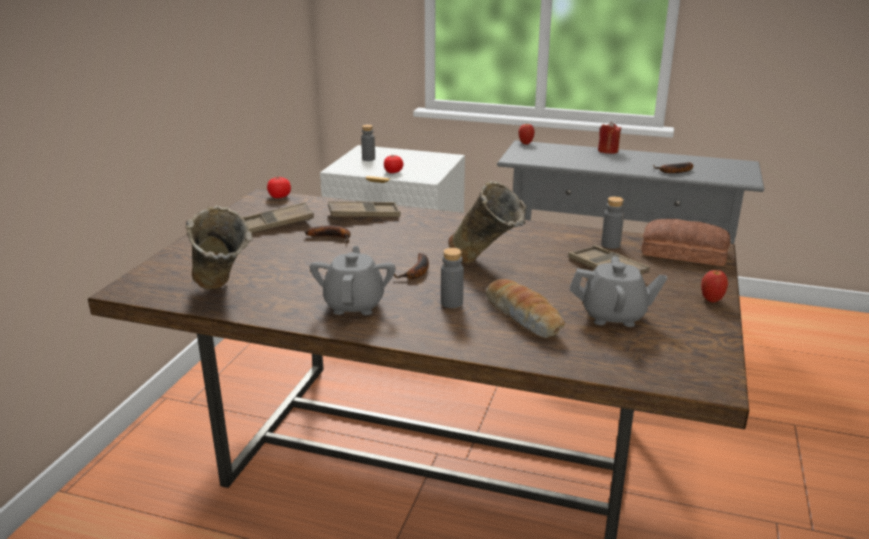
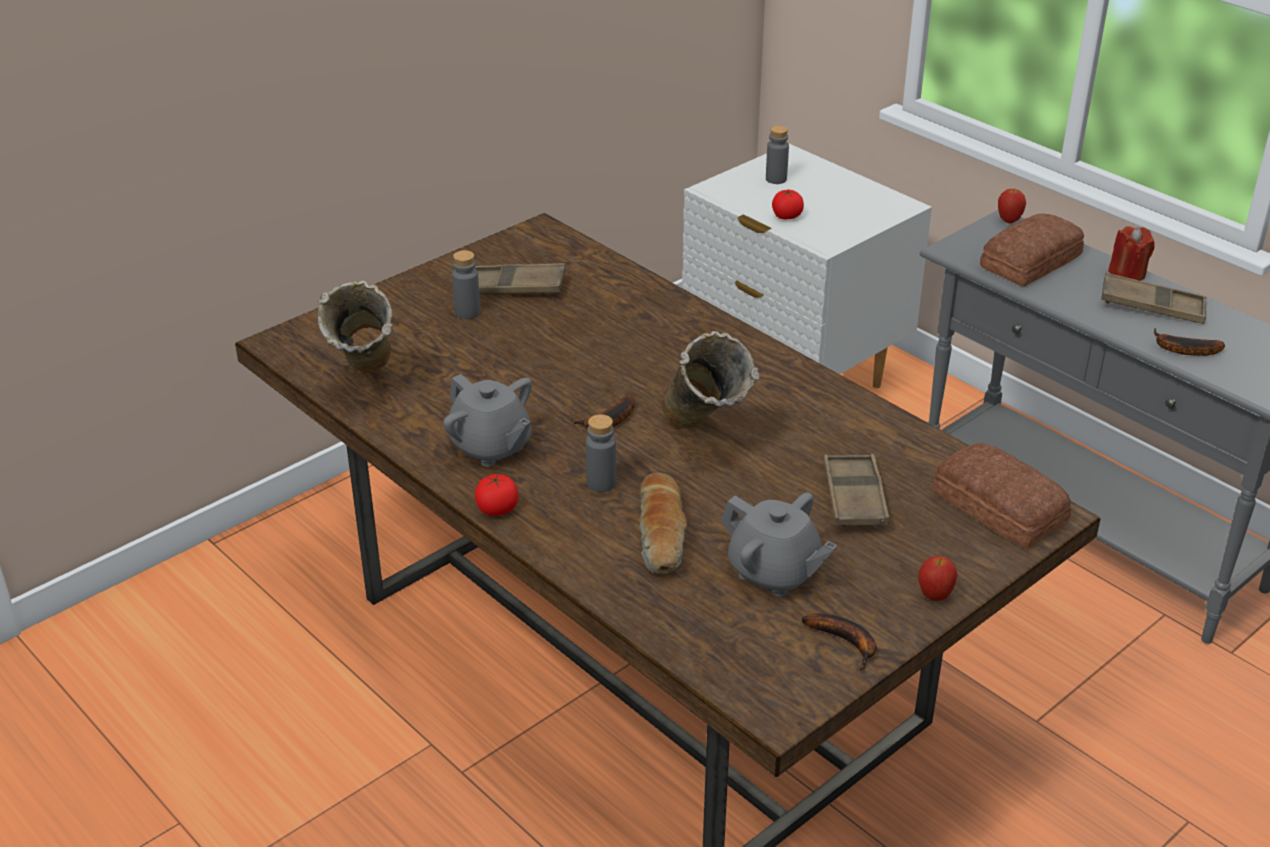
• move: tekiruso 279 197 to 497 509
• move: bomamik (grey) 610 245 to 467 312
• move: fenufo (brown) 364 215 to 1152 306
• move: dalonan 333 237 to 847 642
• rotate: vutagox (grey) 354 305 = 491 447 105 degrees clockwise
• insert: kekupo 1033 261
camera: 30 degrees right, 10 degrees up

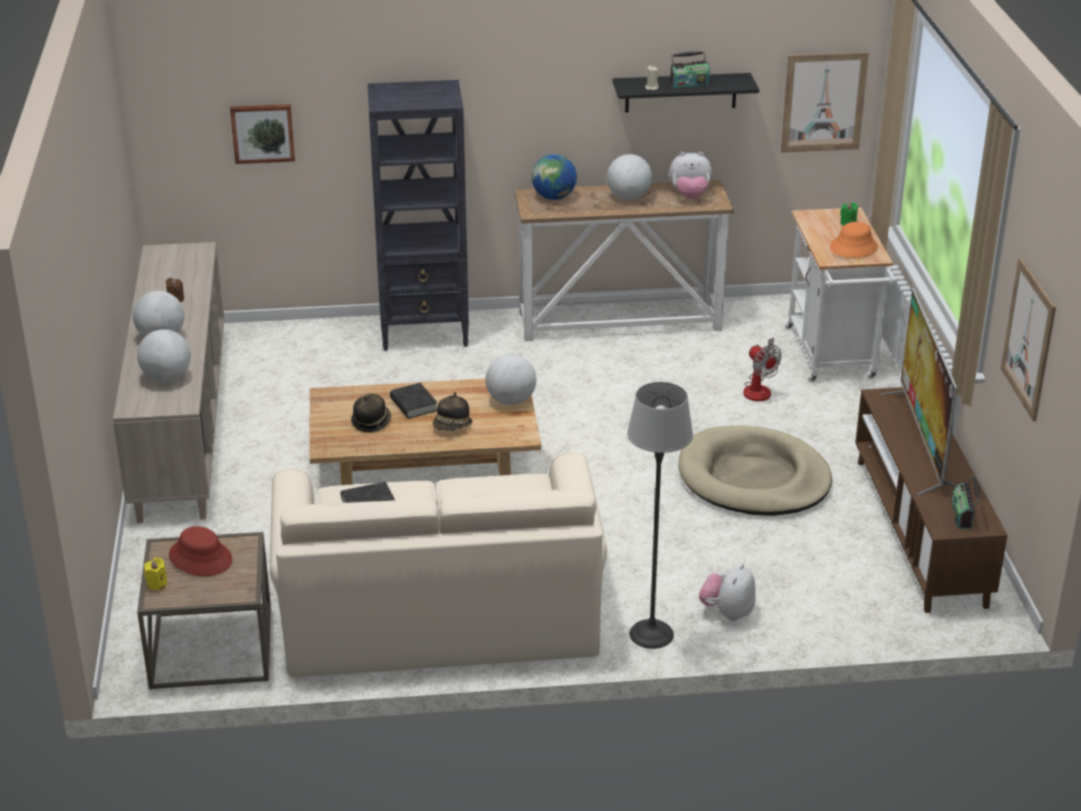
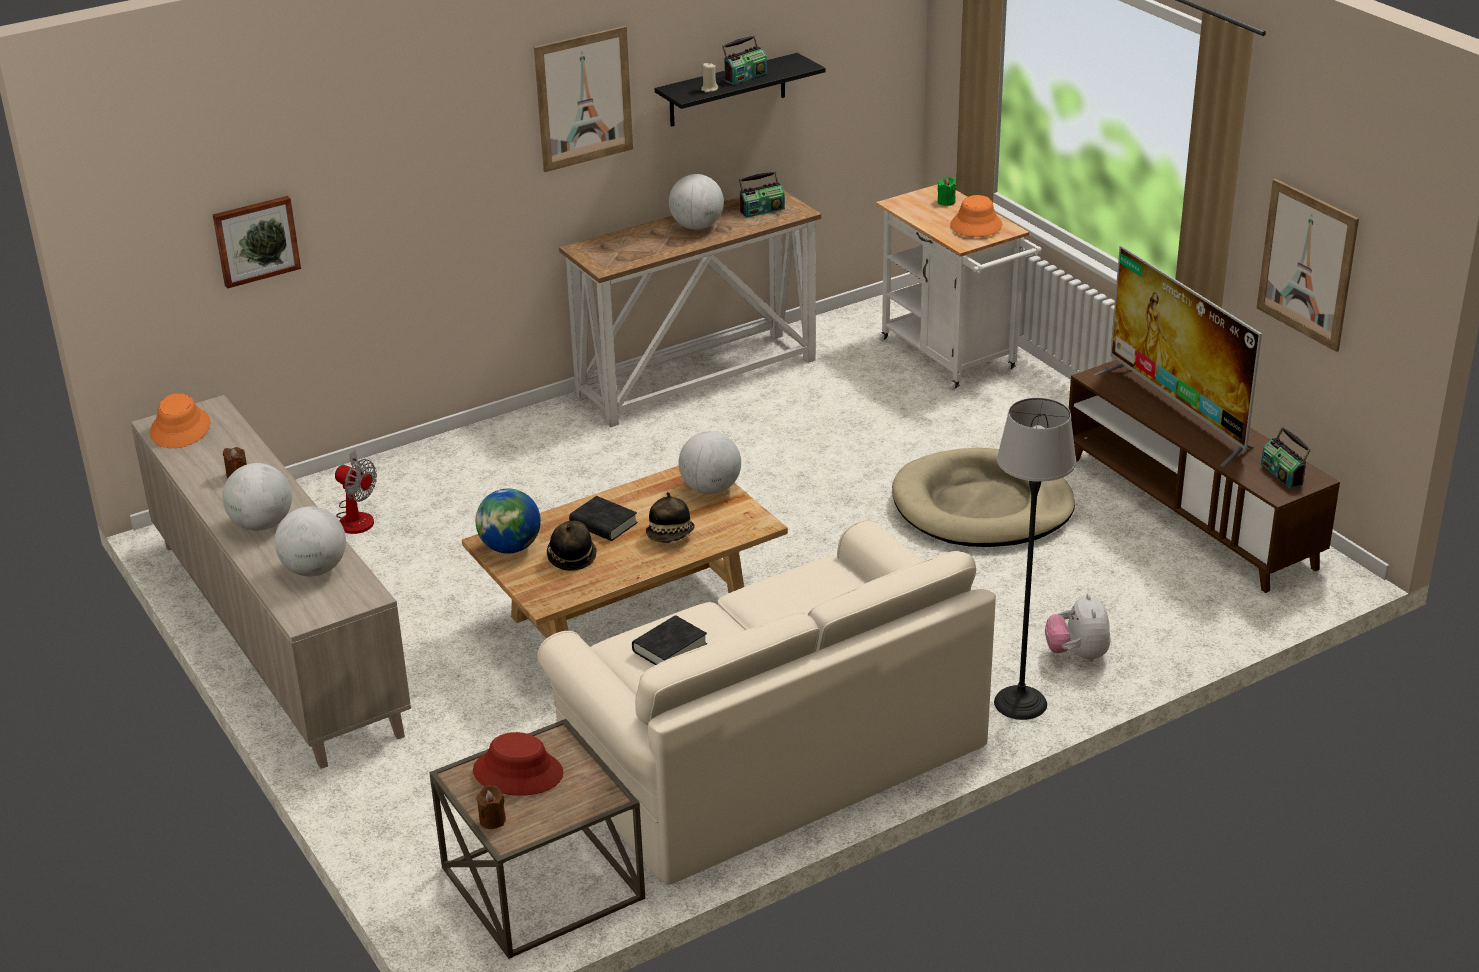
• move: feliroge 823 102 to 584 98
• delete: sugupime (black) 425 332
• replace: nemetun 690 196 to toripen 761 210
• move: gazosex 554 197 to 510 548
• move: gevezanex 759 388 to 357 516
• recolor: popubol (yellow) 157 584 to popubol (brown) 492 820
• insert: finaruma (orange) 181 429
camera: 25 degrees left, 0 degrees up

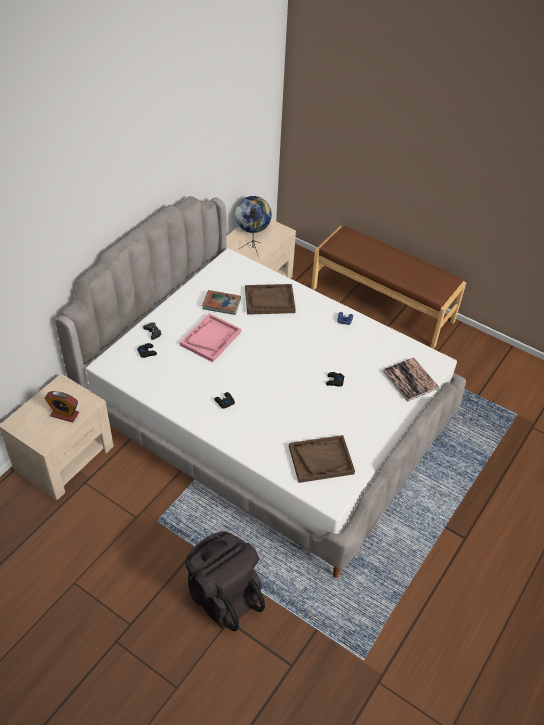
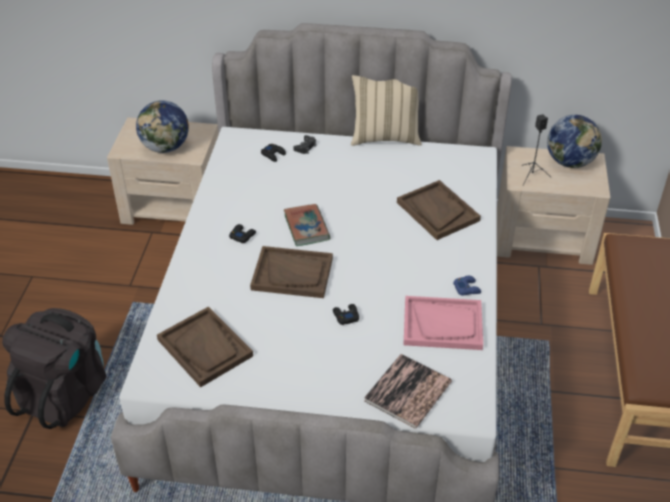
• move: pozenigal 221 304 to 306 228
• move: fenufo (pink) 210 338 to 443 324
• replace: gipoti 64 414 to gazosex 166 147
• insert: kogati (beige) 385 137
• insert: fenufo (brown) 292 274
camera: 65 degrees right, 5 degrees down

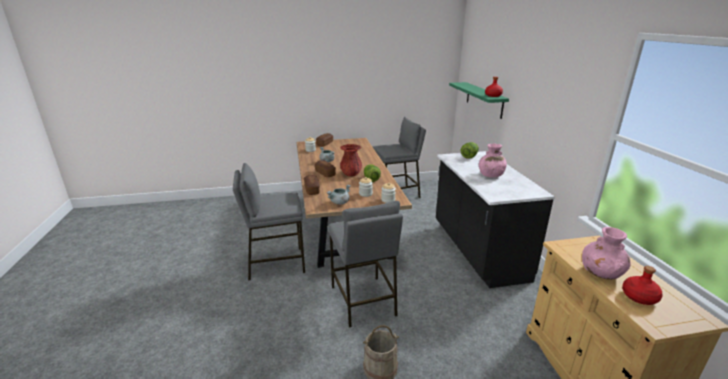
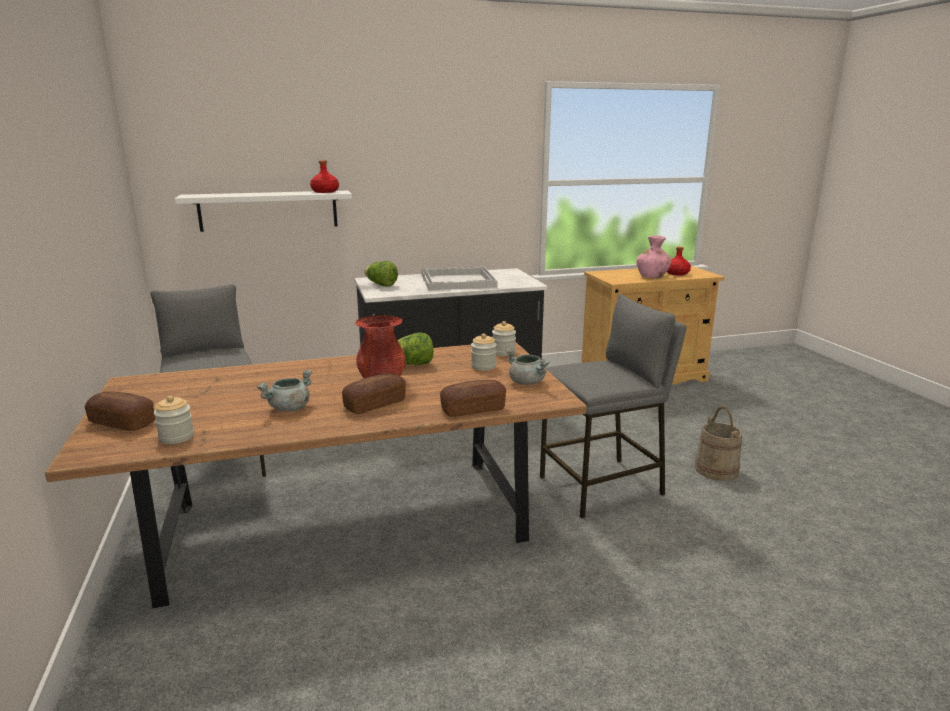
• recolor: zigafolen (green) 484 99 to zigafolen (white) 268 210
• replace: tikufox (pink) 490 175 to fenufo (white) 458 281
• delete: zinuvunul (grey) 275 263
camera: 95 degrees left, 5 degrees down

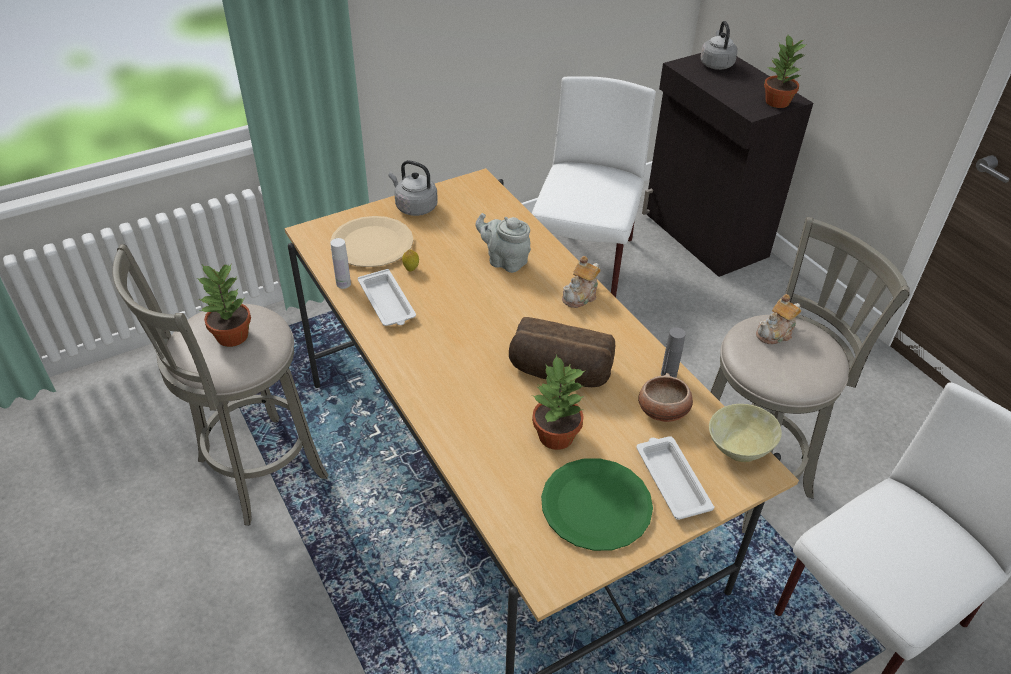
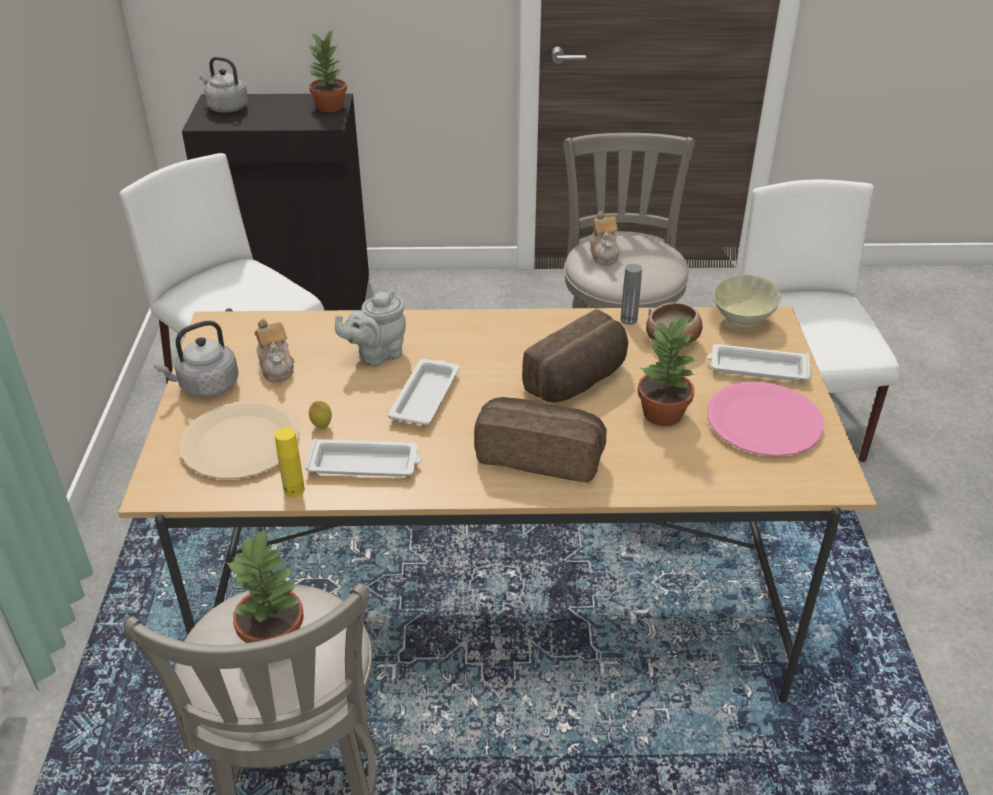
• recolor: bomamik (white) 343 284 to bomamik (yellow) 294 490
• move: vutagox 581 296 to 277 366
• recolor: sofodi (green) 596 505 to sofodi (pink) 763 421
• insert: fenufo (white) 426 396
• insert: kekupo 540 455
camera: 60 degrees left, 5 degrees down

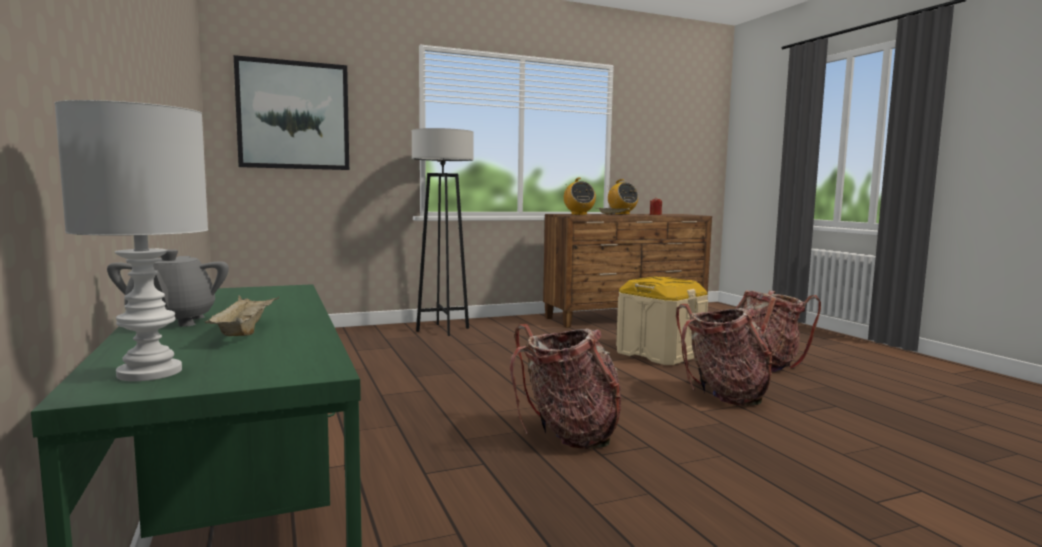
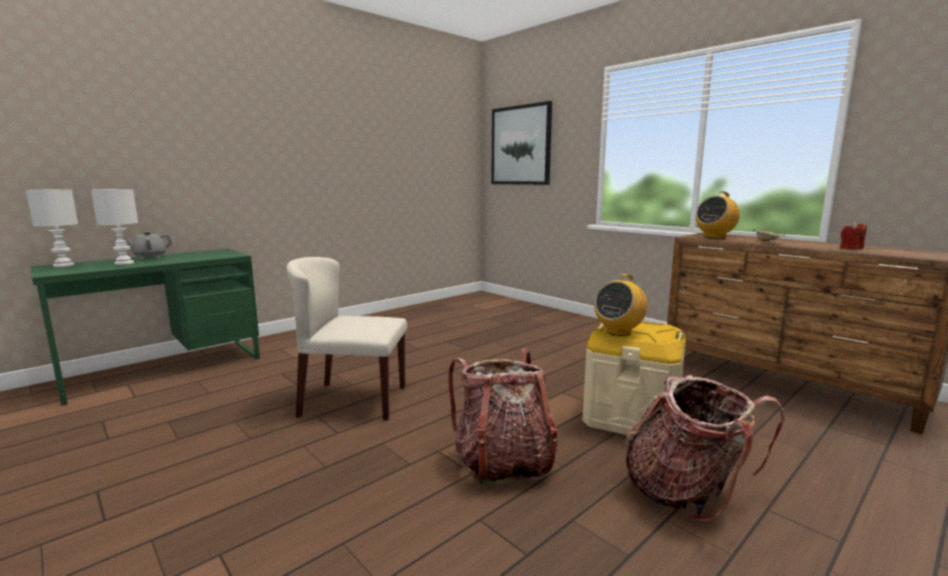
• delete: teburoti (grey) 442 329
• move: toripen 622 214 to 618 331
• replace: fenufo (beige) 244 331 to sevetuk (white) 124 263
• replace: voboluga 568 434 to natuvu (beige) 353 401
camera: 70 degrees right, 5 degrees up

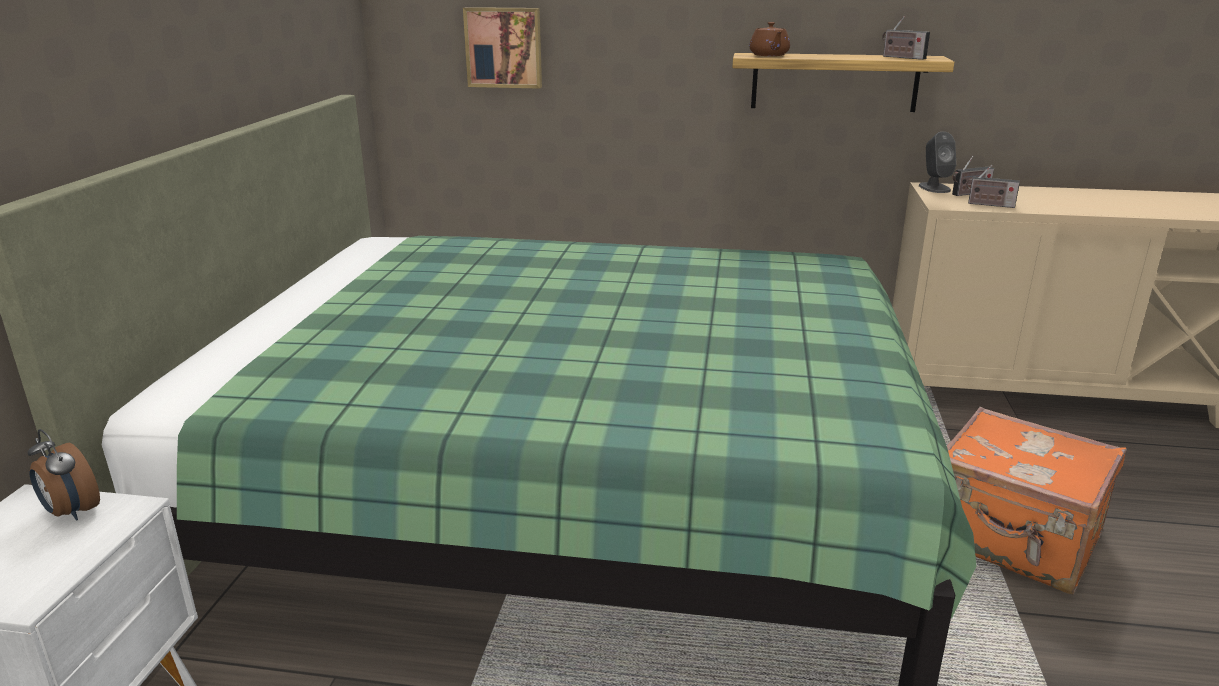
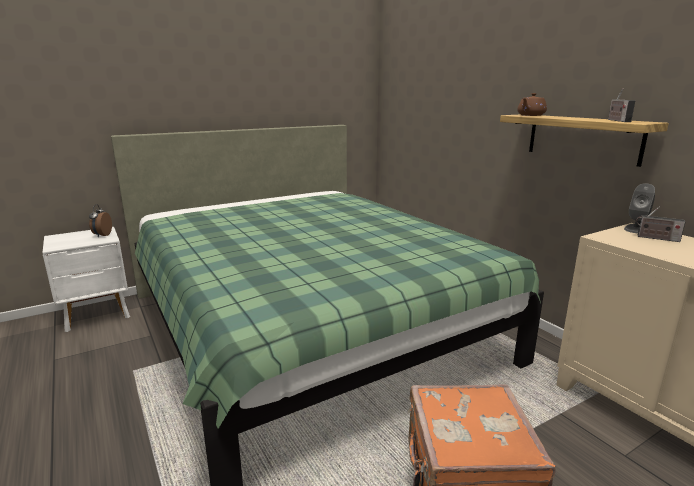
• delete: feliroge 504 47
• delete: toripen 988 204
camera: 50 degrees right, 5 degrees down

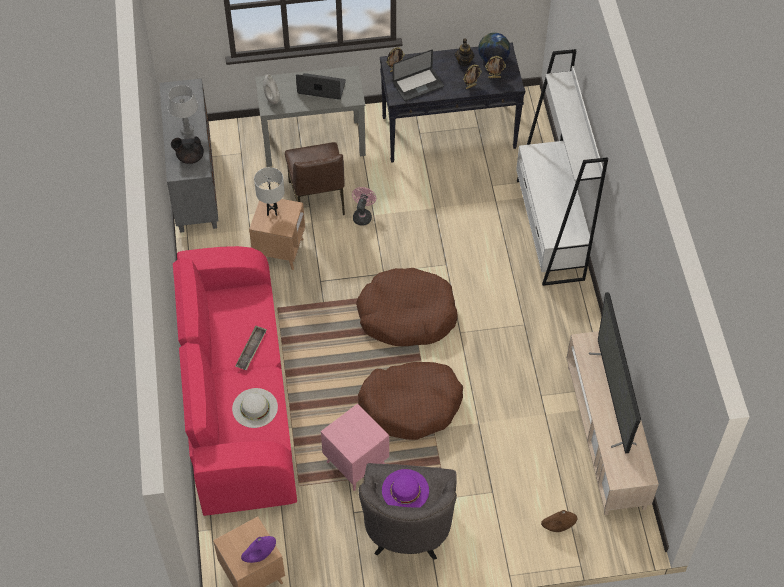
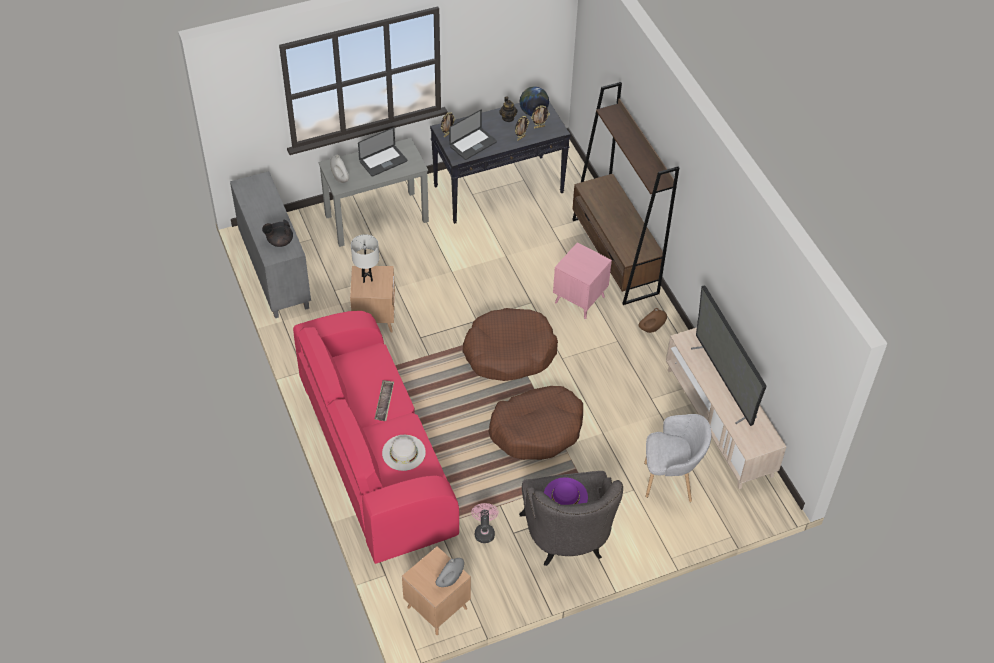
• recolor: sugupime (white) 549 229 to sugupime (brown) 615 256
• rotate: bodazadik 321 87 = 383 161 150 degrees clockwise
• delete: sevetuk (grey) 187 130
• delete: natuvu (brown) 317 198
• move: gevezanex (pink) 363 215 to 484 531
• move: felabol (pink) 356 464 to 579 300
• move: tikufox (brown) 557 527 to 651 329
• recolor: tikufox (purple) 259 556 to tikufox (grey) 450 580
• insert: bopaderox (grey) 670 480
camera: 15 degrees left, 5 degrees down

